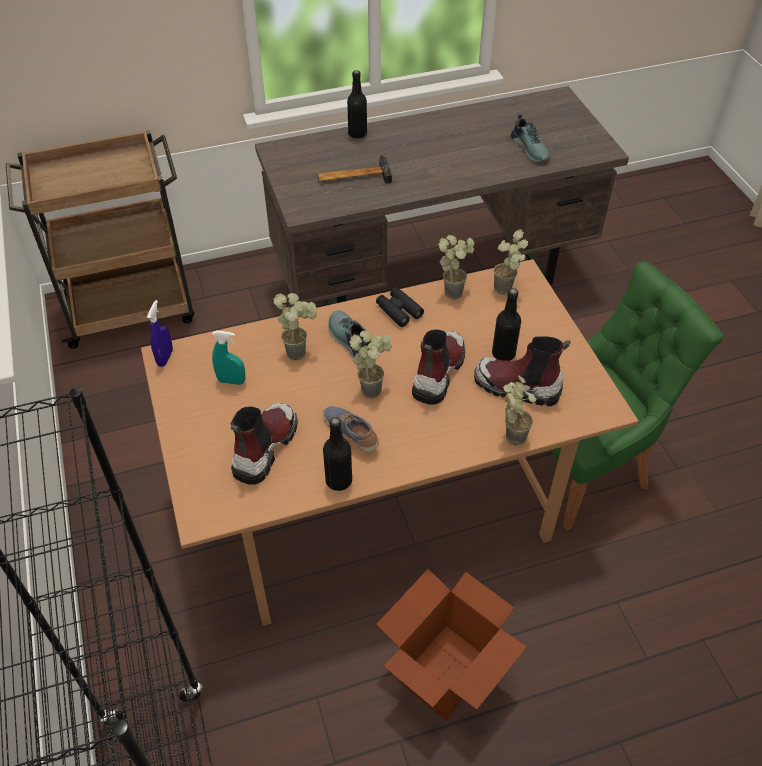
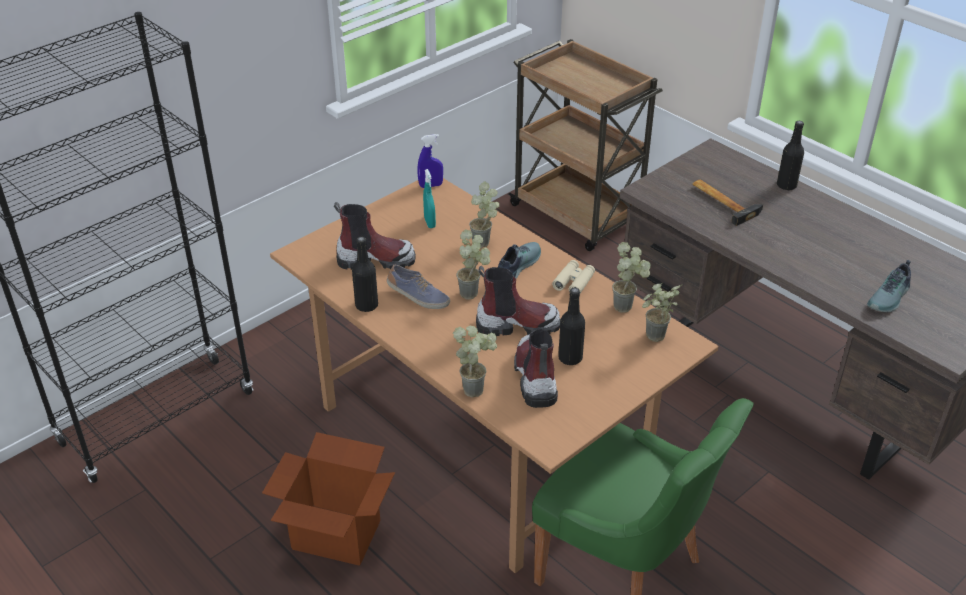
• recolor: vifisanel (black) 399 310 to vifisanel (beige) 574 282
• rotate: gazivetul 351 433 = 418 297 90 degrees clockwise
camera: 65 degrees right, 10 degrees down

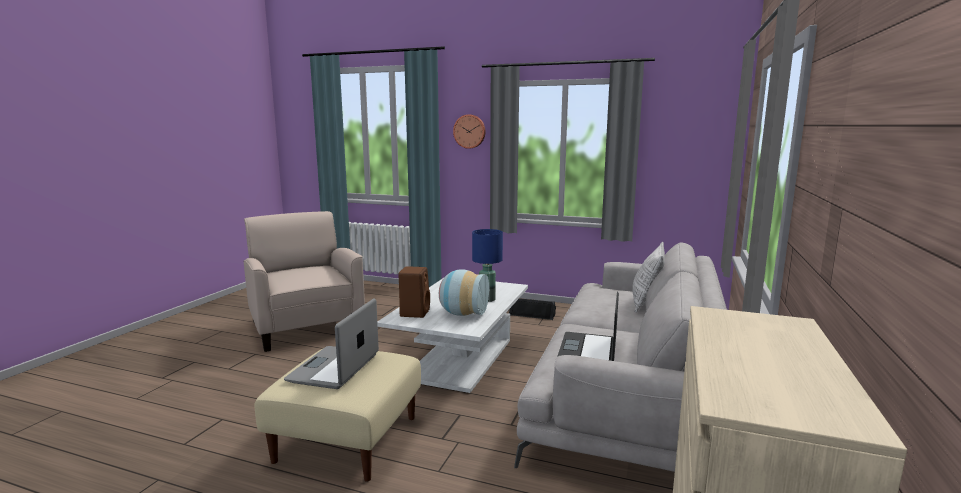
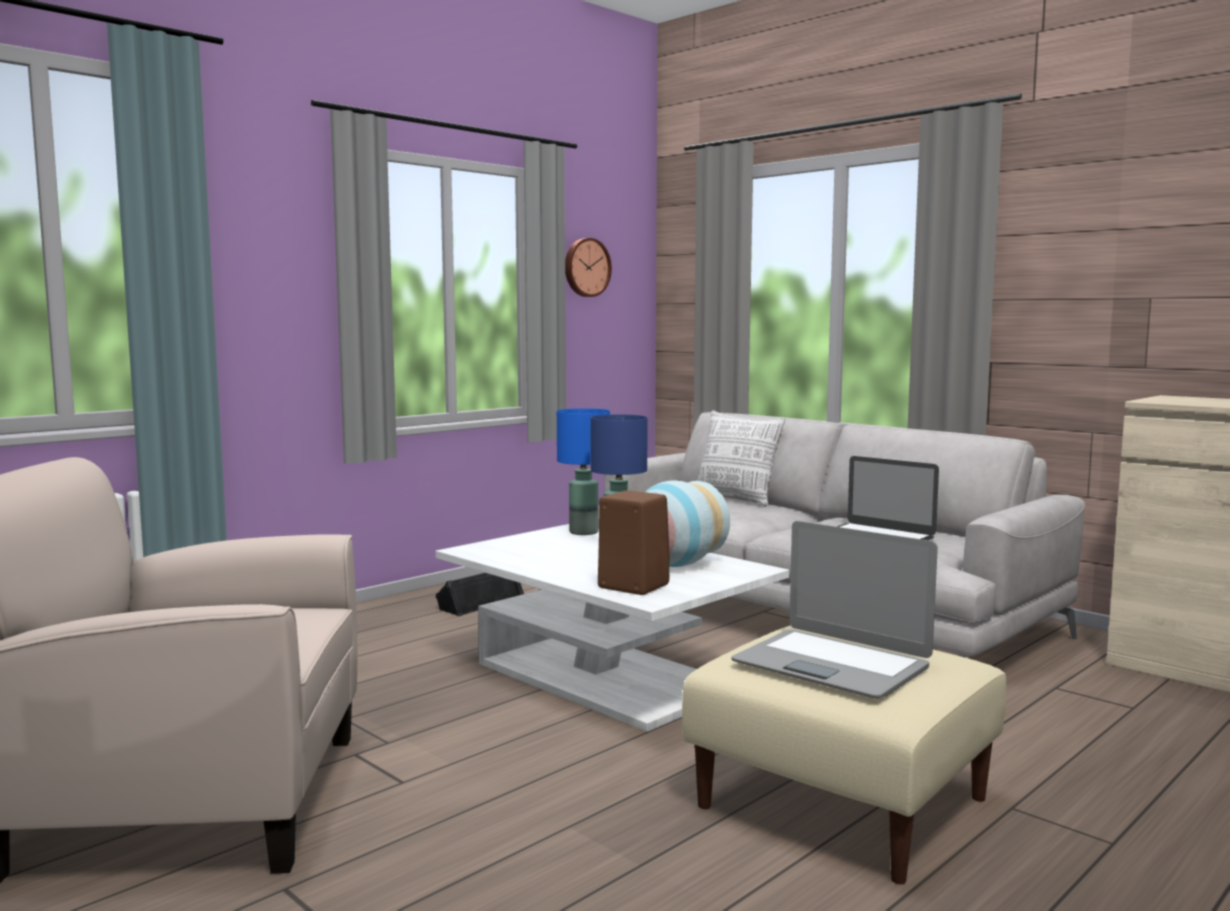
• move: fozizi 470 131 to 586 267
• insert: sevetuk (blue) 584 532
camera: 65 degrees left, 5 degrees down

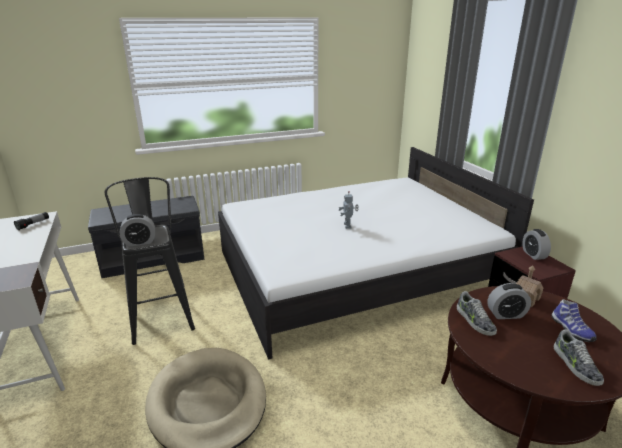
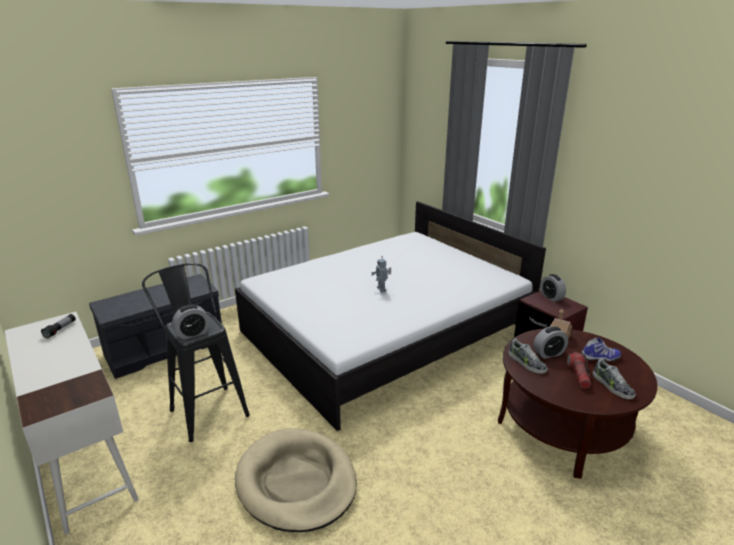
• rotate: gazivetul 570 329 = 600 358 60 degrees counterclockwise
• insert: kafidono 579 375
camera: 15 degrees left, 0 degrees up

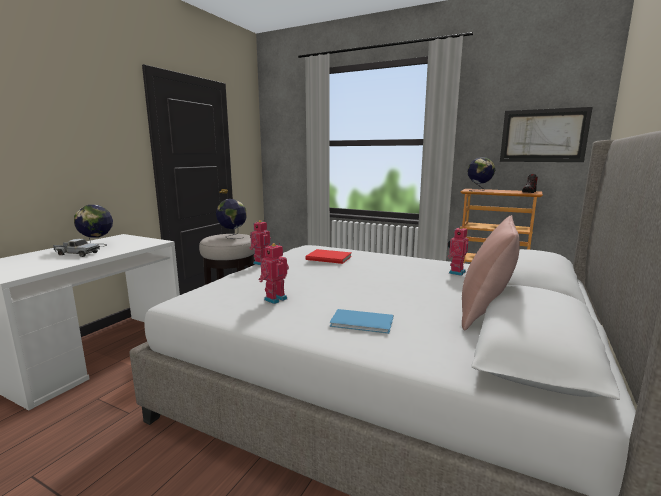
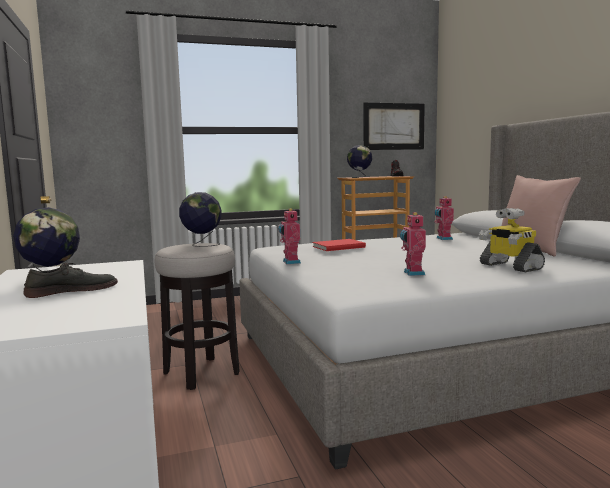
• replace: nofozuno 77 254 to gazivetul (grey) 72 290
• replace: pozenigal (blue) 363 323 to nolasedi 509 266
camera: 45 degrees left, 5 degrees down

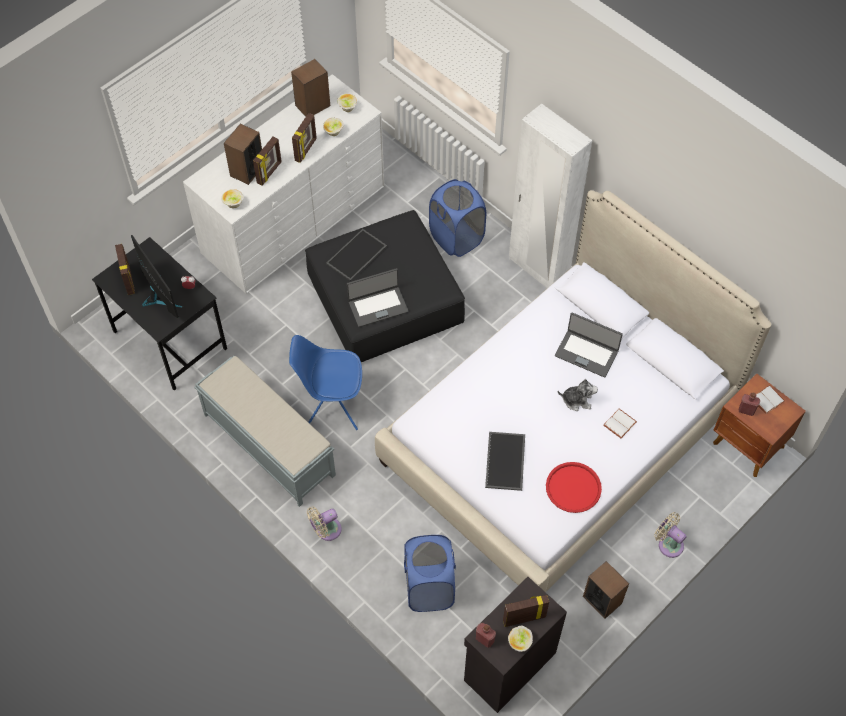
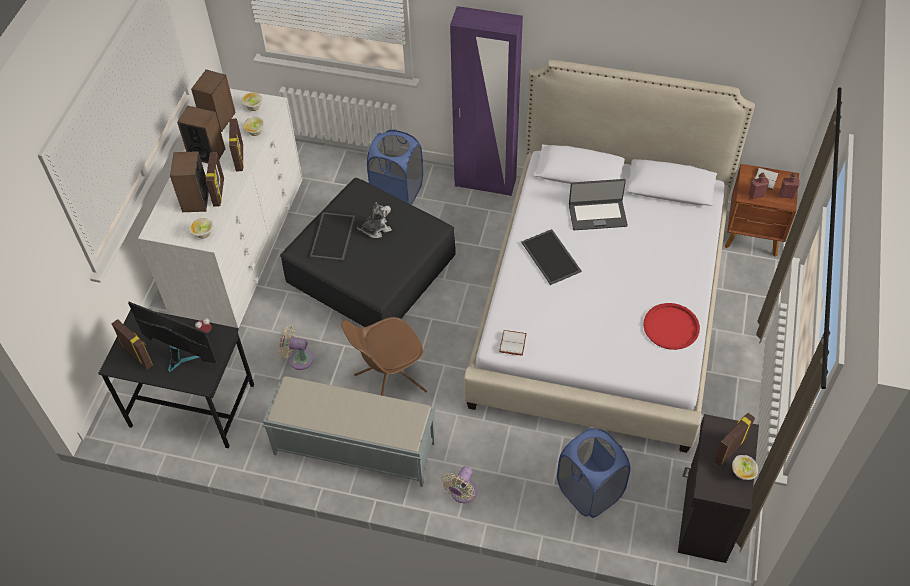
• recolor: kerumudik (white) 538 269 to kerumudik (purple) 485 183
• delete: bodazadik 378 306
• recolor: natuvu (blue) 331 406 to natuvu (brown) 388 384
• move: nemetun 577 400 to 376 229
• move: pozenigal (white) 620 424 to 513 343
• move: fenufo 506 462 to 552 257
• move: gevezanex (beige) 668 543 to 298 359
• move: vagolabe 602 599 to 207 153
• move: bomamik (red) 485 639 to 786 195
camera: 30 degrees left, 5 degrees down

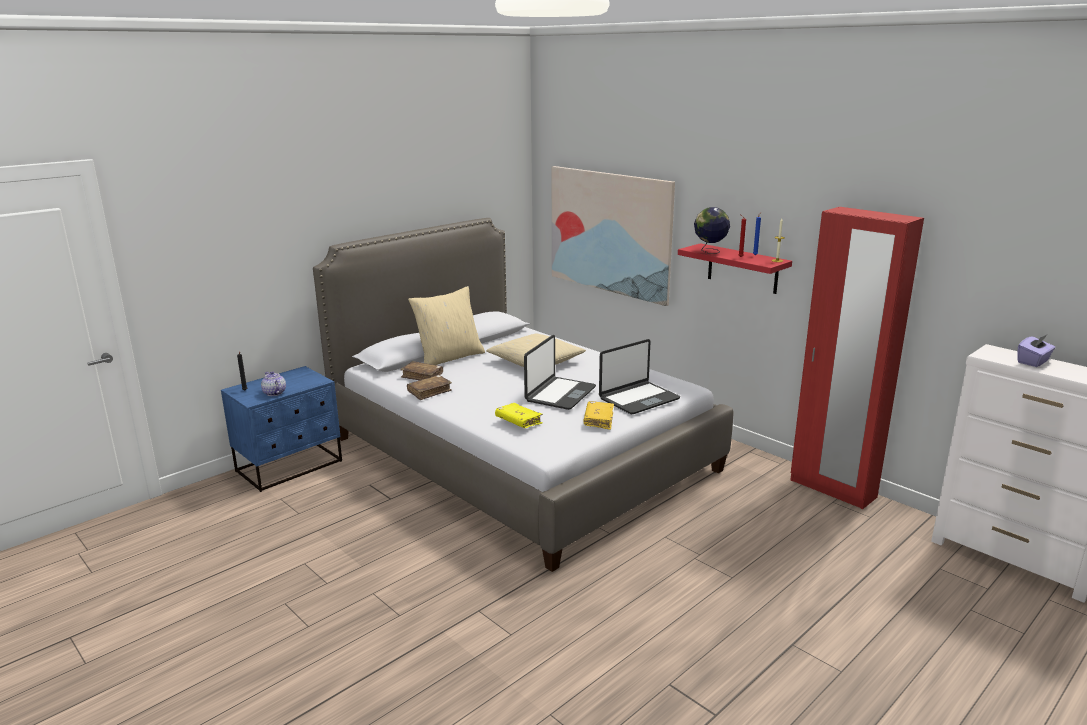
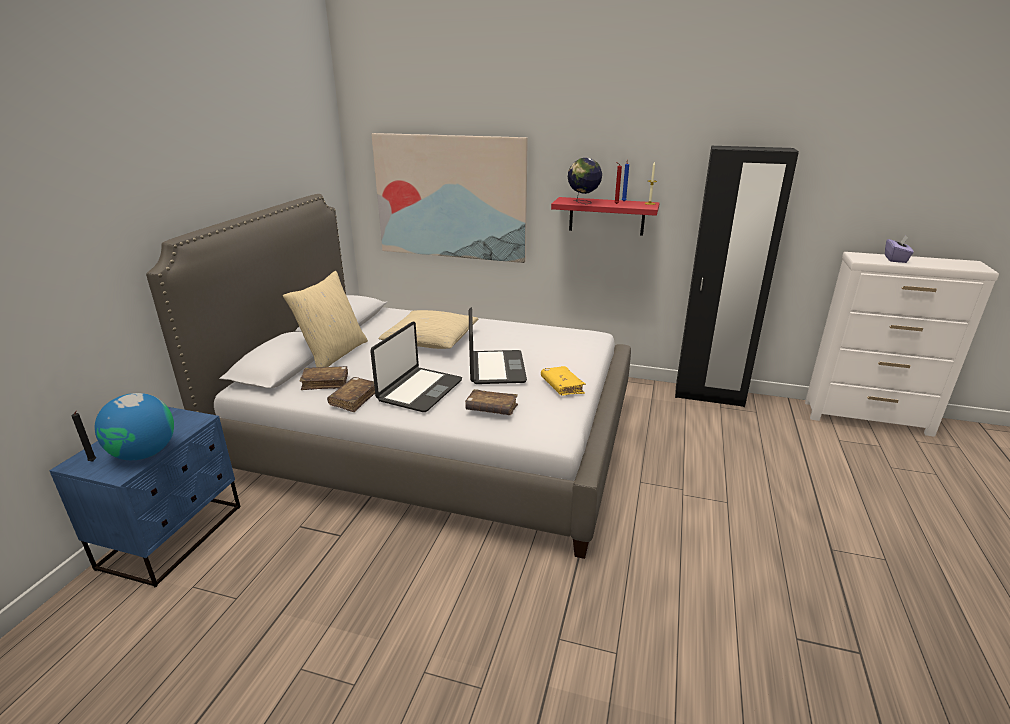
• recolor: kerumudik (red) 832 489 to kerumudik (black) 709 396
• move: bodazadik 638 399 to 419 390
• replace: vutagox 274 393 to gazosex 144 453
• recolor: pozenigal (yellow) 518 421 to pozenigal (brown) 491 409
camera: 30 degrees left, 5 degrees up

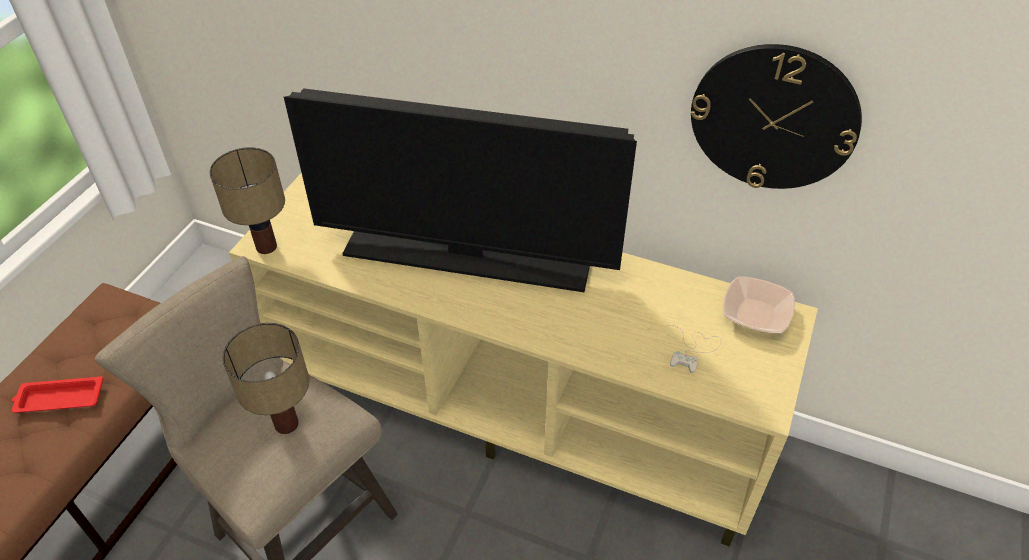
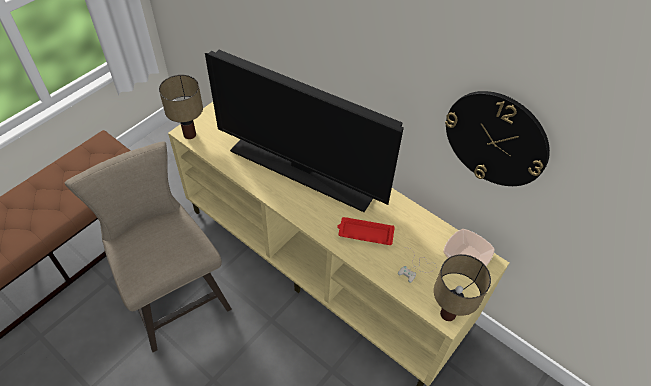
• move: sevetuk 287 423 to 448 313
• move: fenufo (red) 59 399 to 364 233
camera: 15 degrees right, 5 degrees up

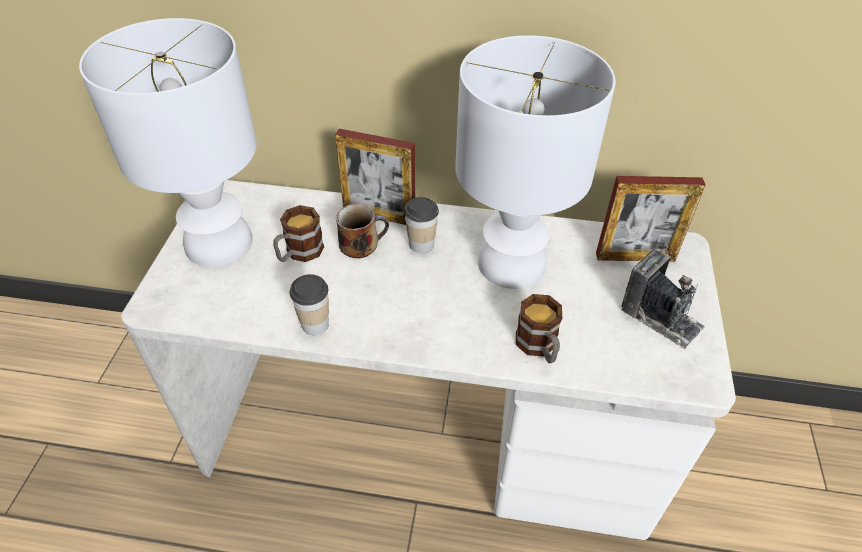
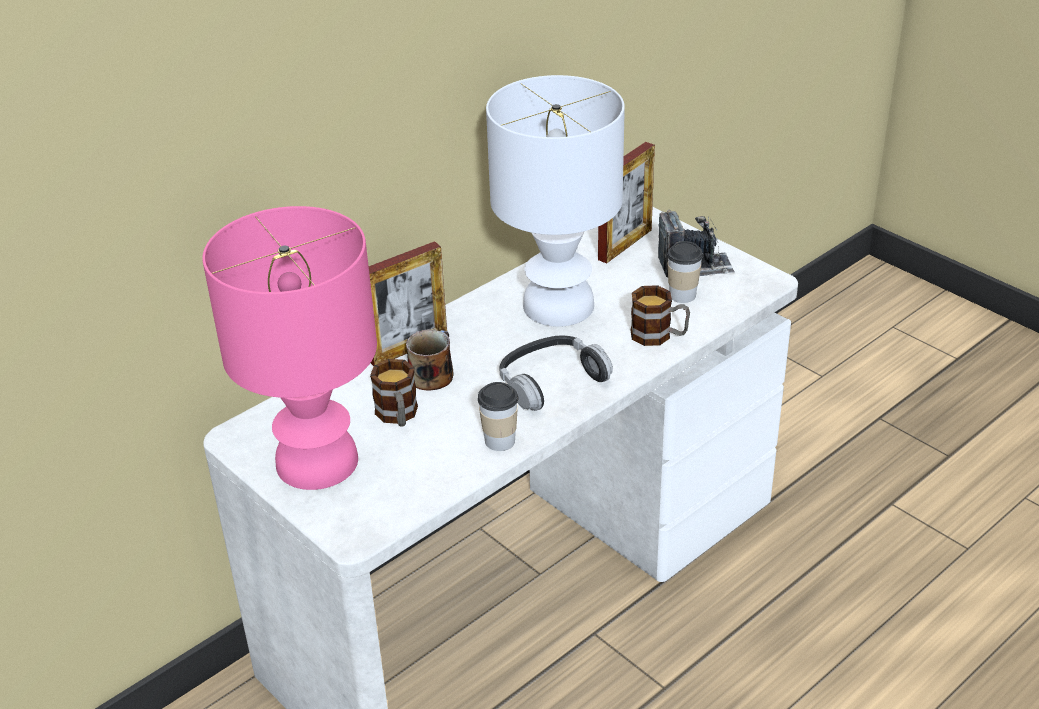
• recolor: sevetuk (white) 218 244 to sevetuk (pink) 319 463
• move: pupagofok 421 244 to 682 295
• insert: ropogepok 551 381
camera: 50 degrees left, 10 degrees down

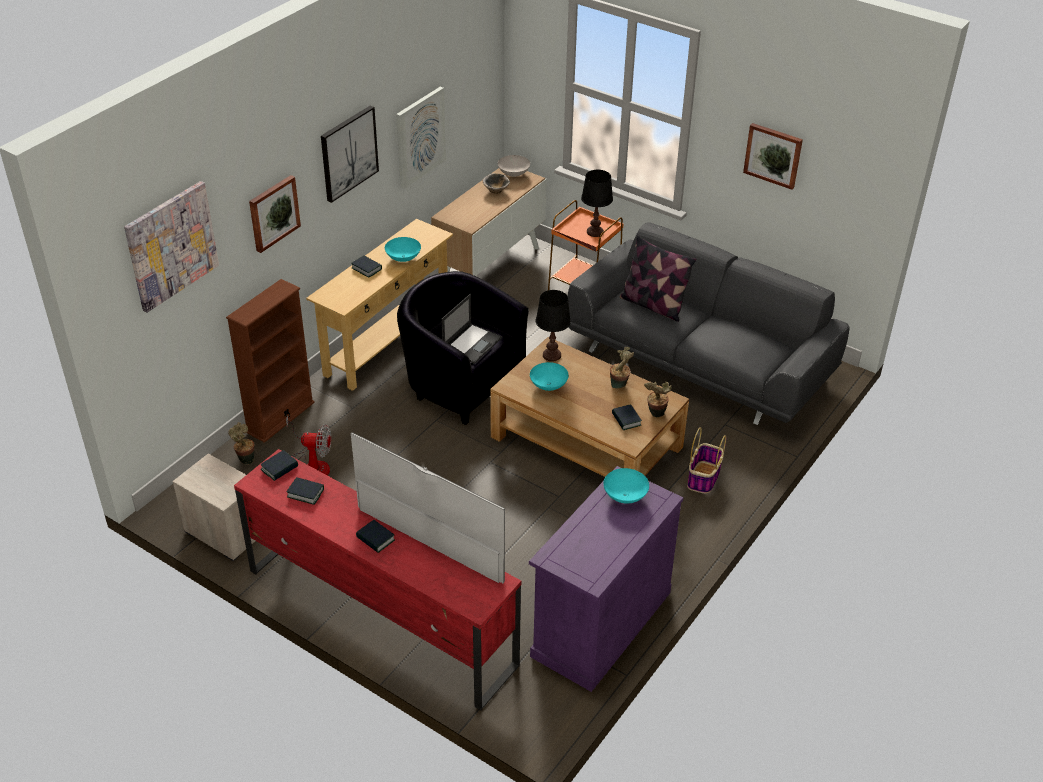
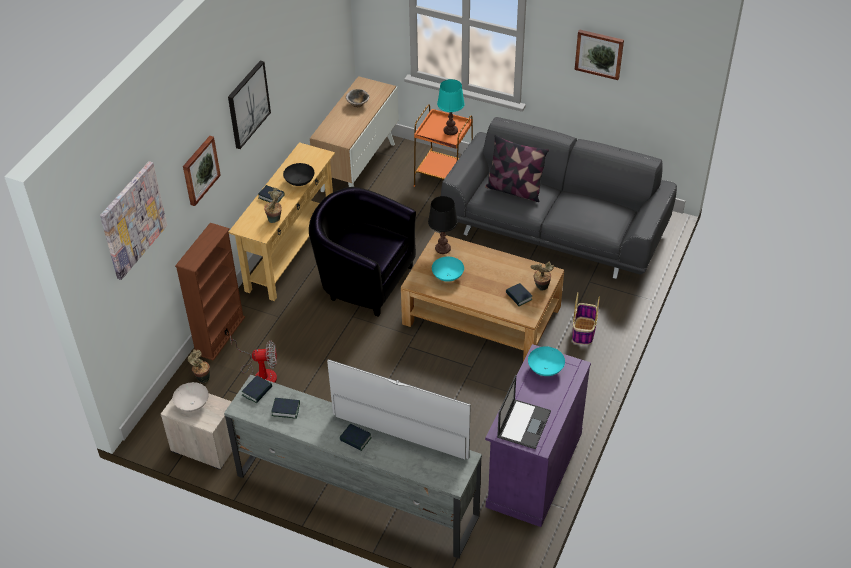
• delete: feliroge 420 137
• move: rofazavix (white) 514 174 to 193 404
• recolor: sevetuk (black) 595 232 to sevetuk (turquoise) 450 130
• recolor: rofazavix (turquoise) 403 258 to rofazavix (black) 299 182
• move: bodazadik 472 343 to 524 423
• move: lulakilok 619 385 to 275 220
• recolor: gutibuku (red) 379 616 to gutibuku (grey) 355 495
camera: 10 degrees left, 5 degrees up

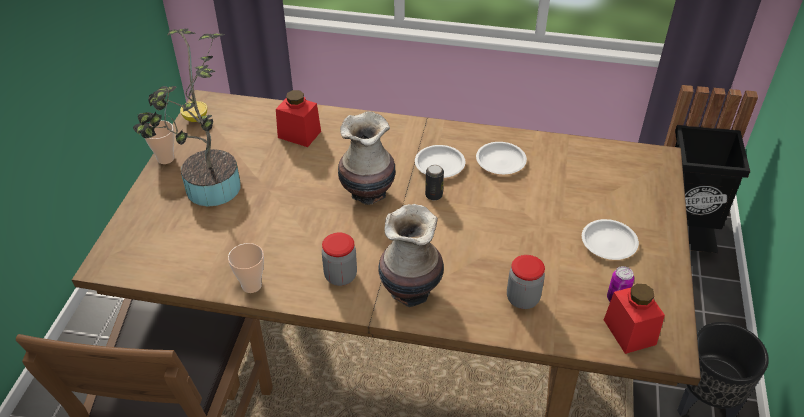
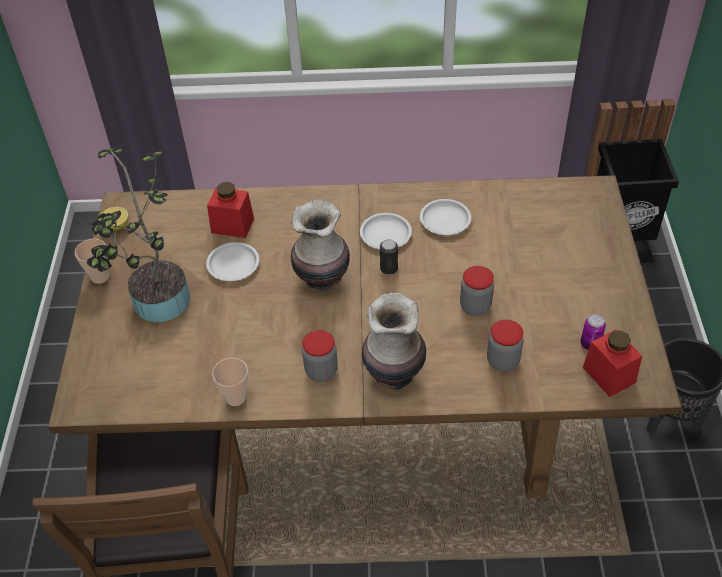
• move: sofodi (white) 608 242 to 233 264
• insert: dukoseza 475 306
camera: 10 degrees left, 5 degrees up

